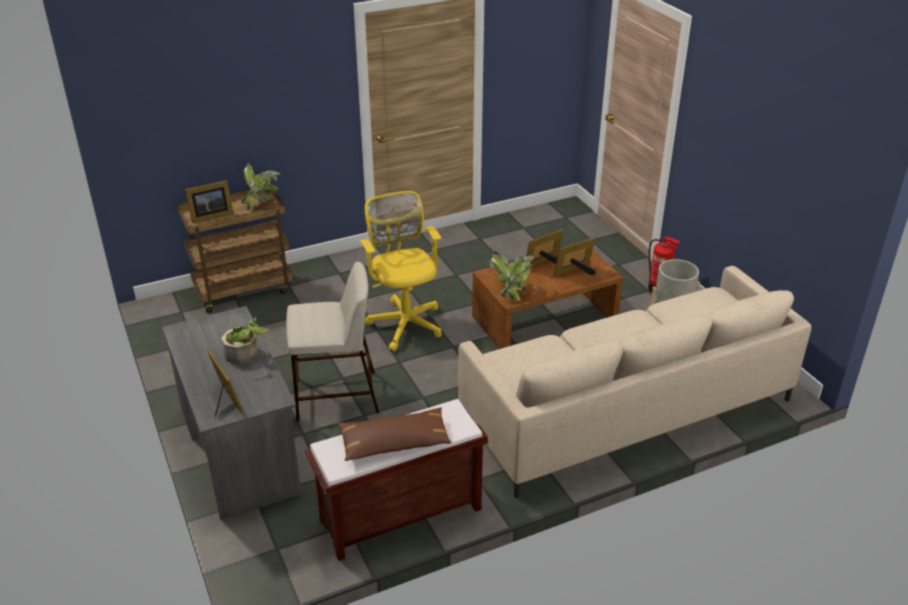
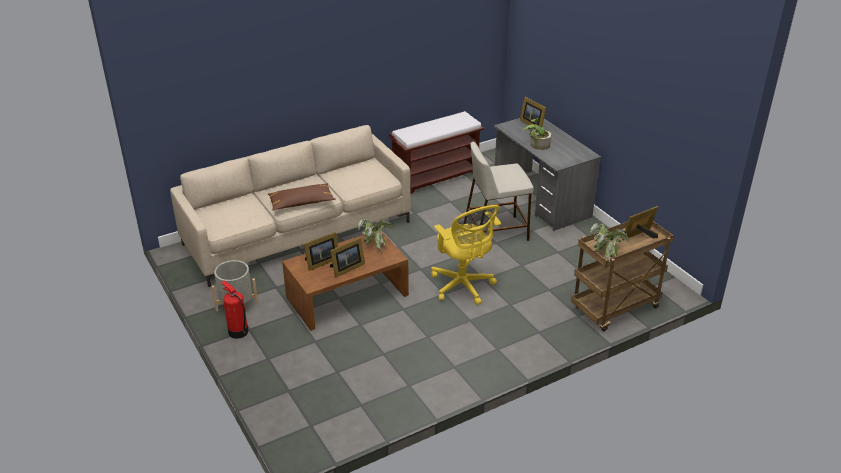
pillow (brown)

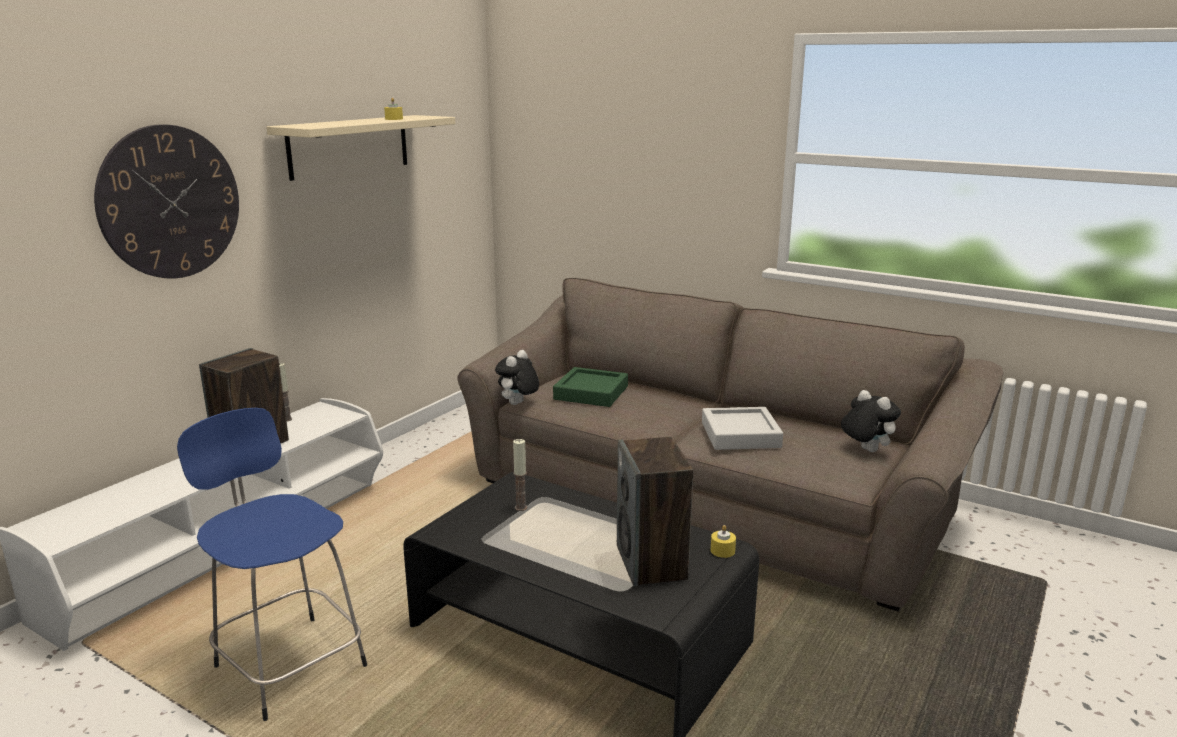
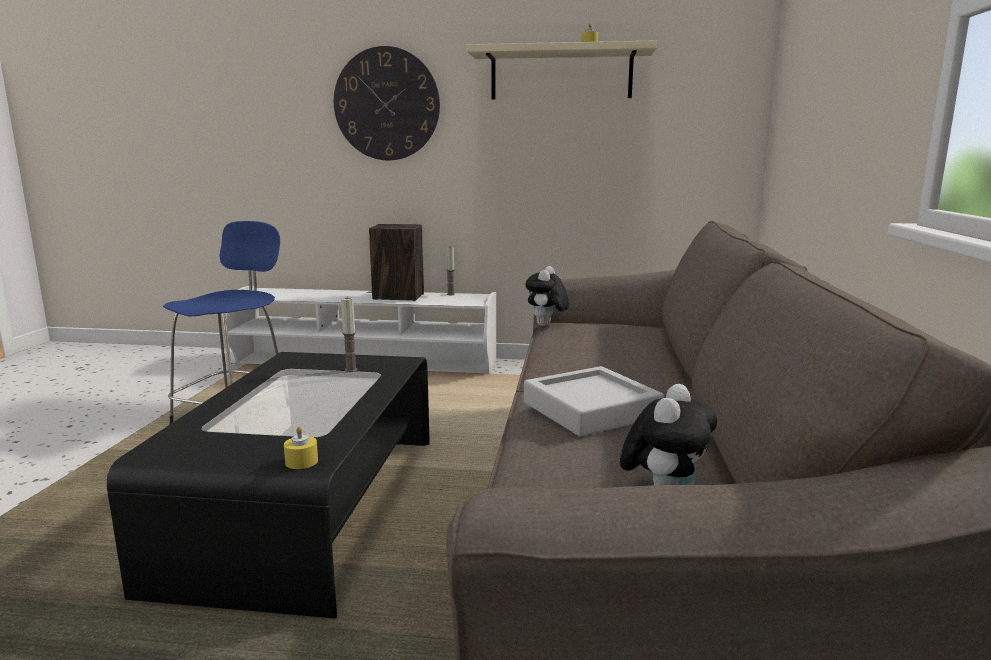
tray (green); speaker (2nd from left in the first image); plush toy (1st from left)

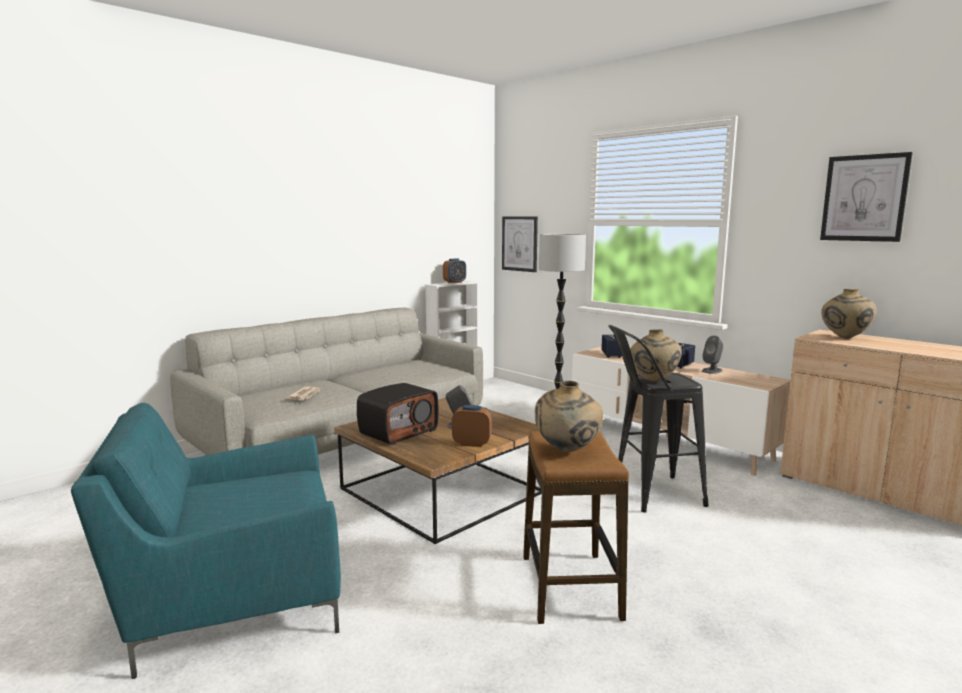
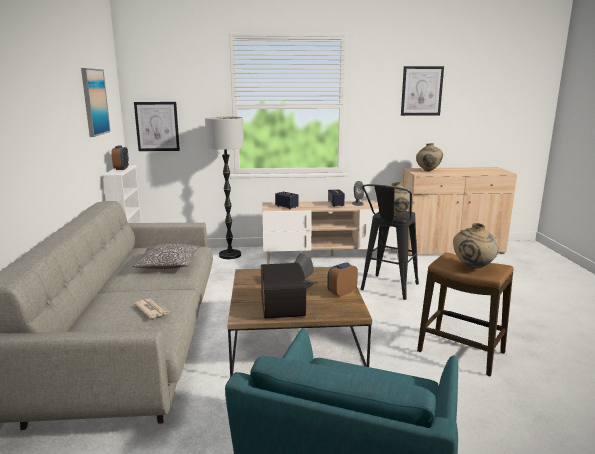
picture (1st from left); pillow

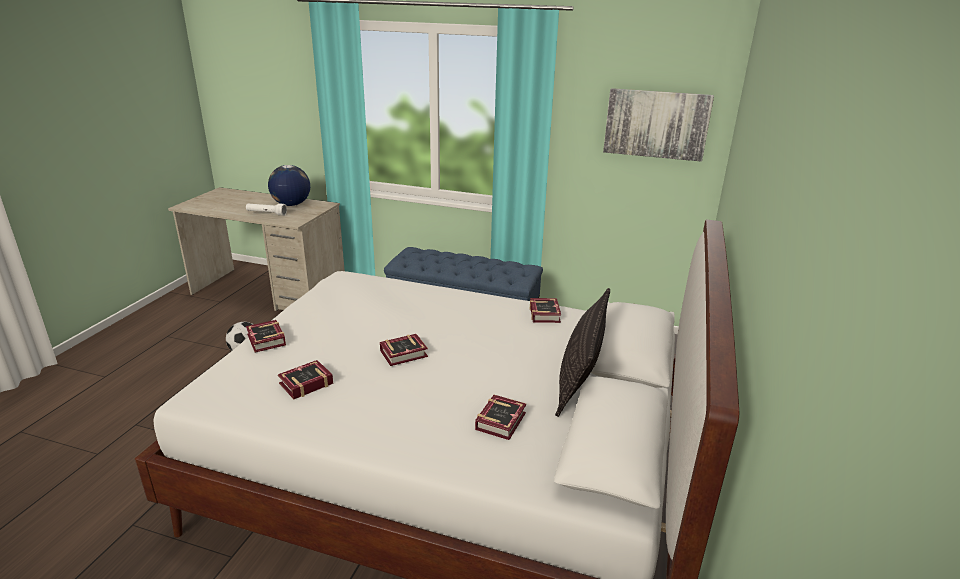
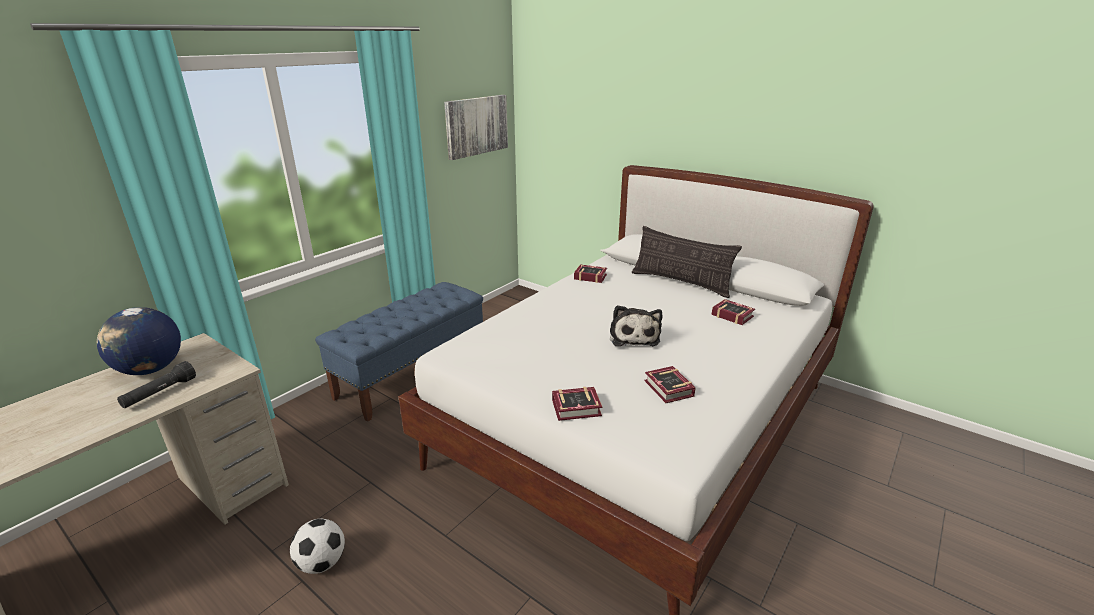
plush toy; flashlight (black)

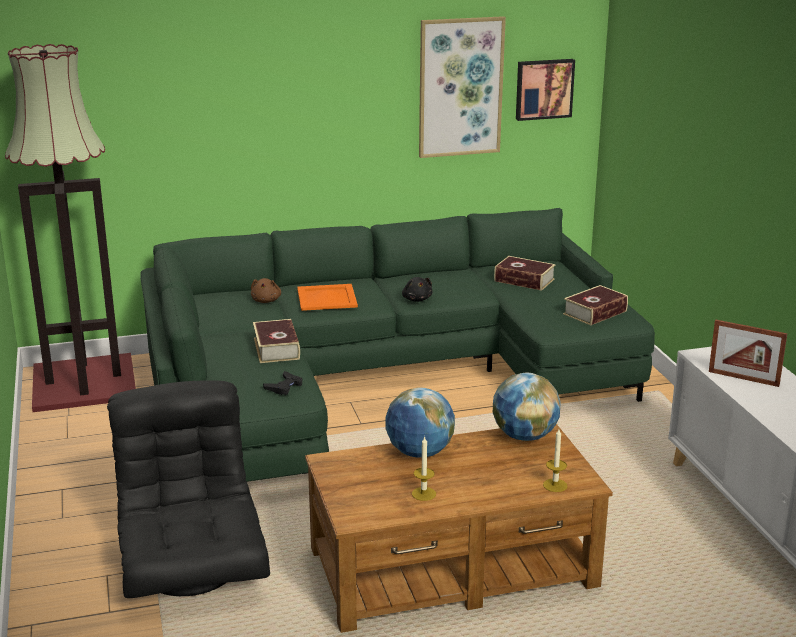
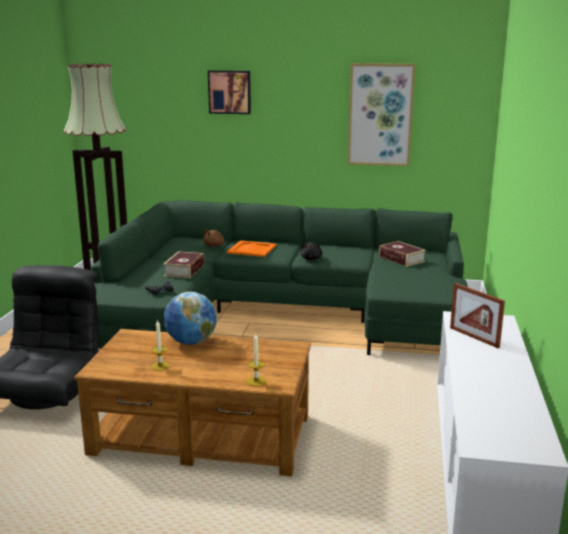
globe (2nd from left in the first image); book (3rd from left in the first image); picture (1st from left)

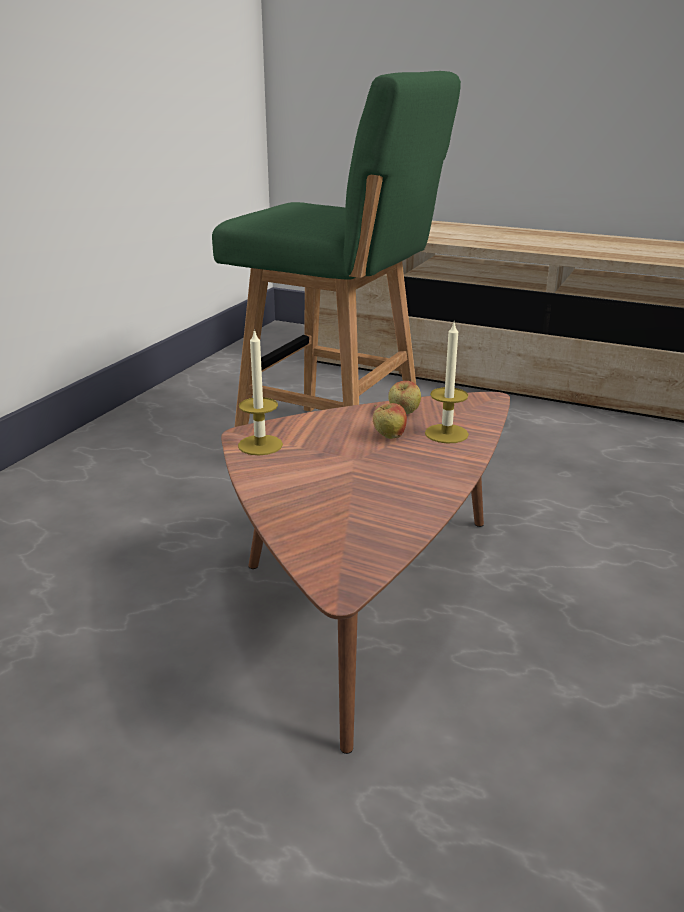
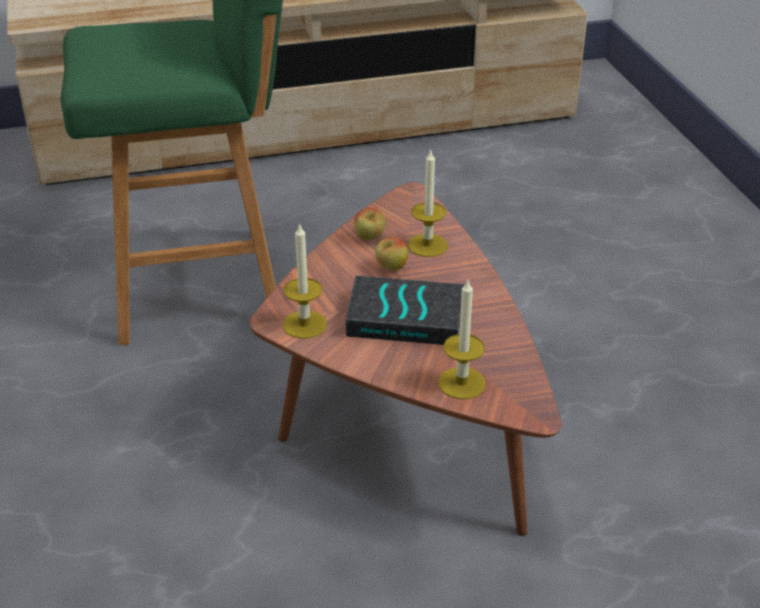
book; candle (3rd from left)

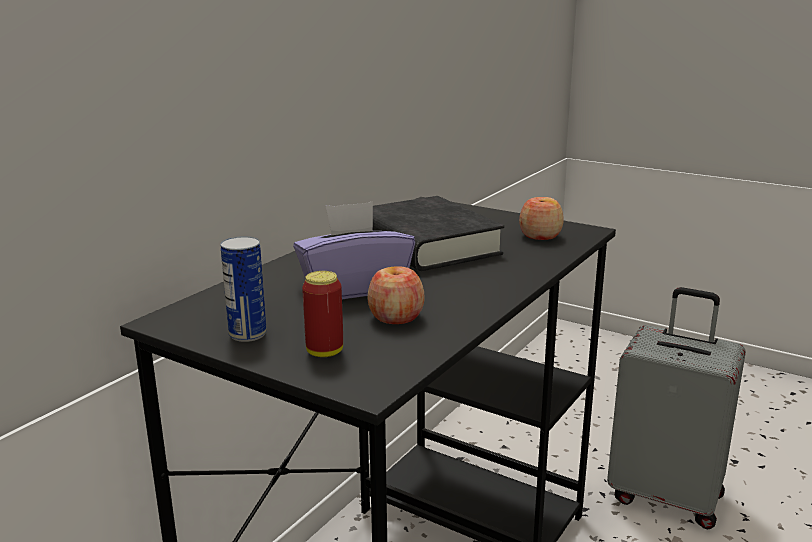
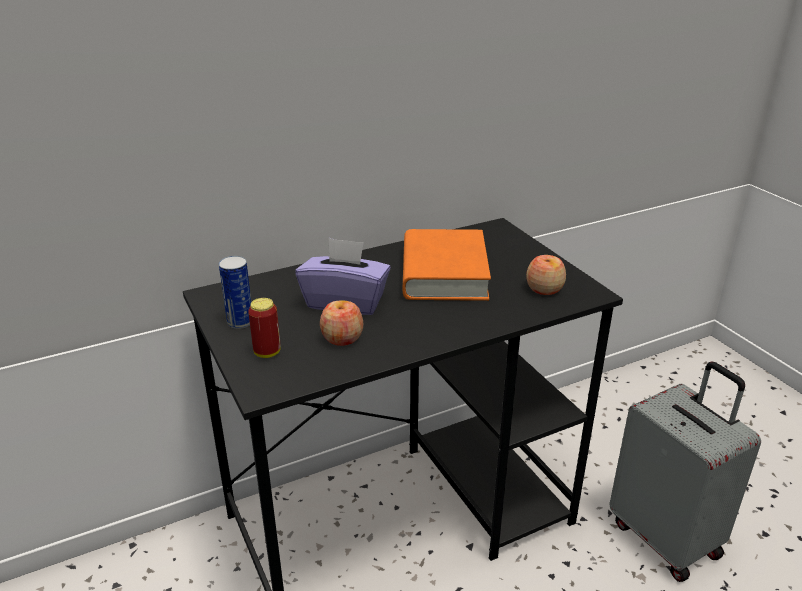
book (orange)

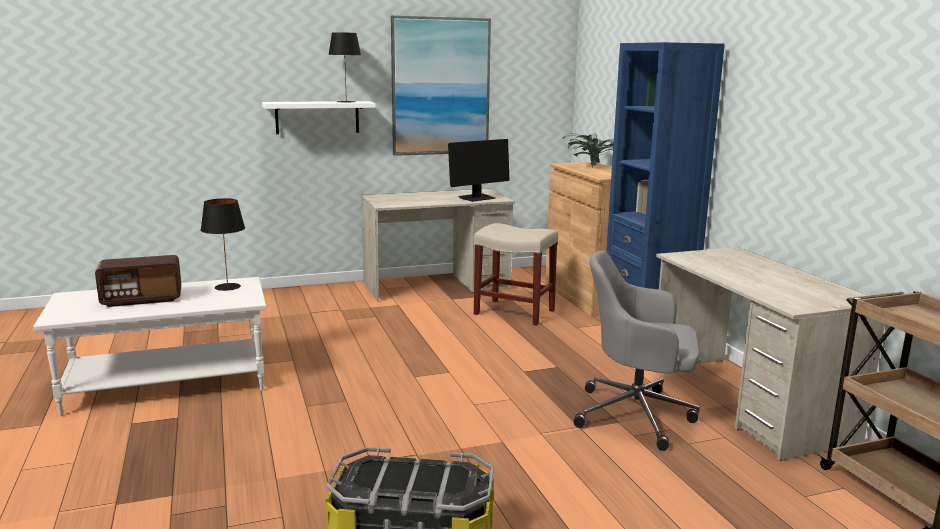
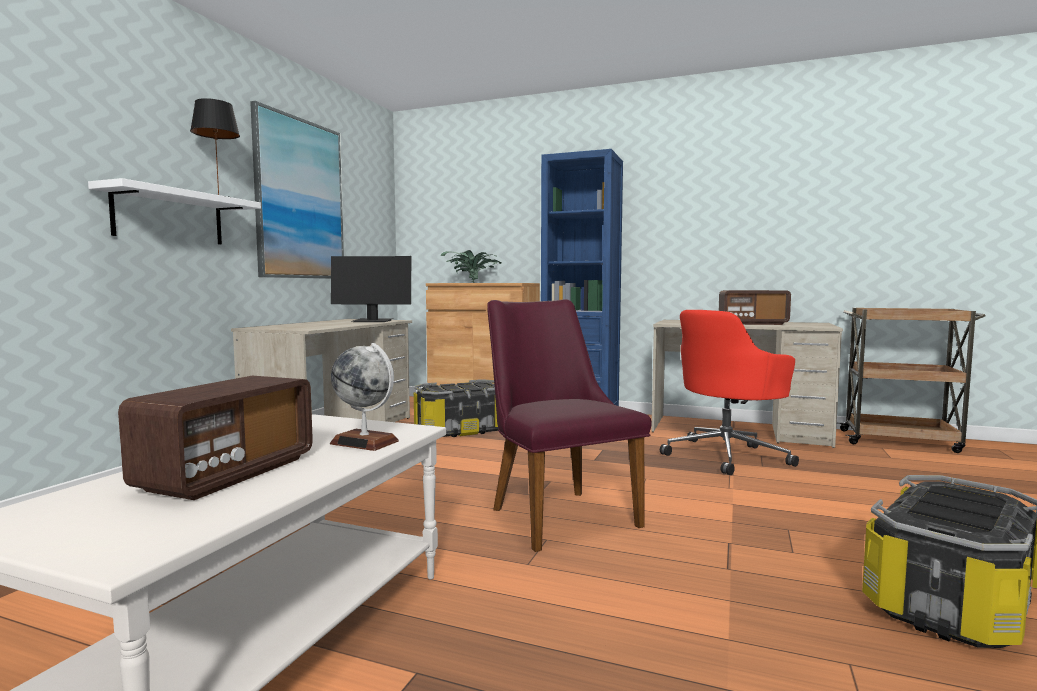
table lamp (black) (1st from left in the first image); globe; chair (purple); radio (2nd from left); storage box (1st from left); office chair (red); monitor

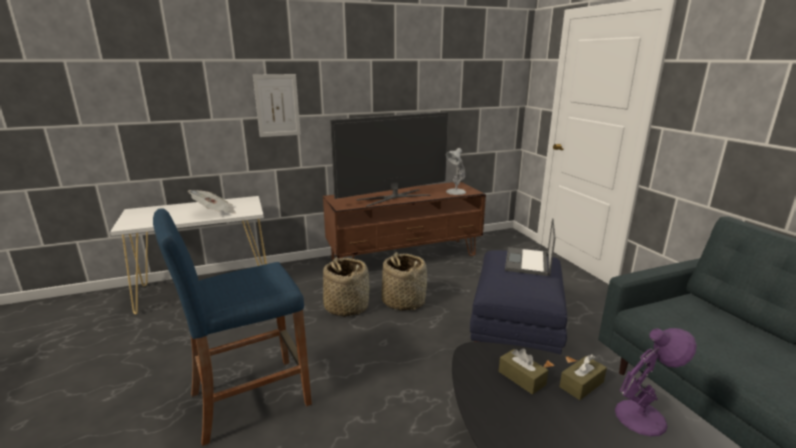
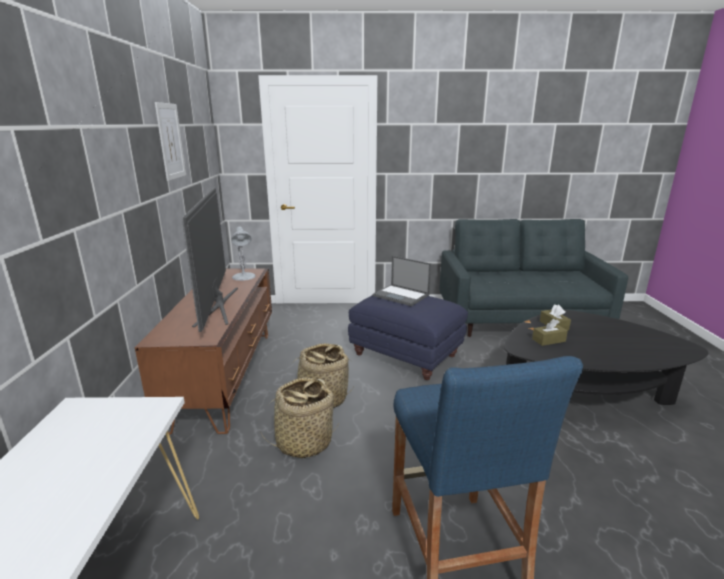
newspaper; table lamp (purple); picture

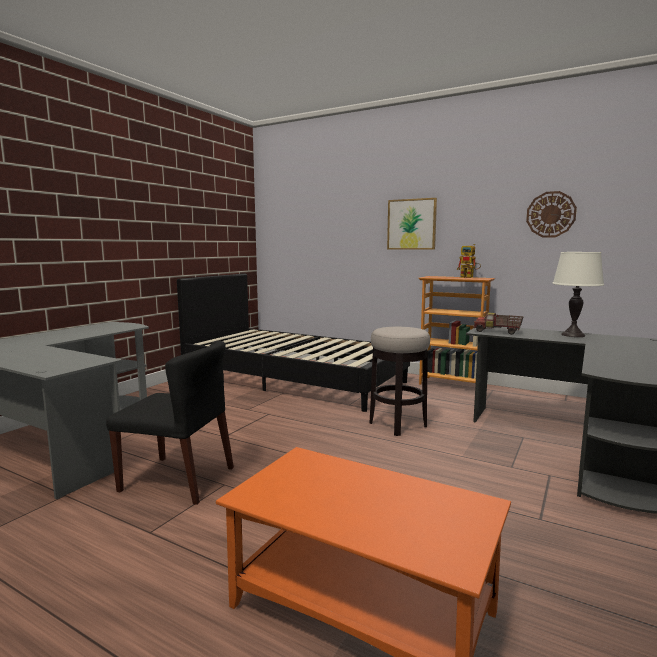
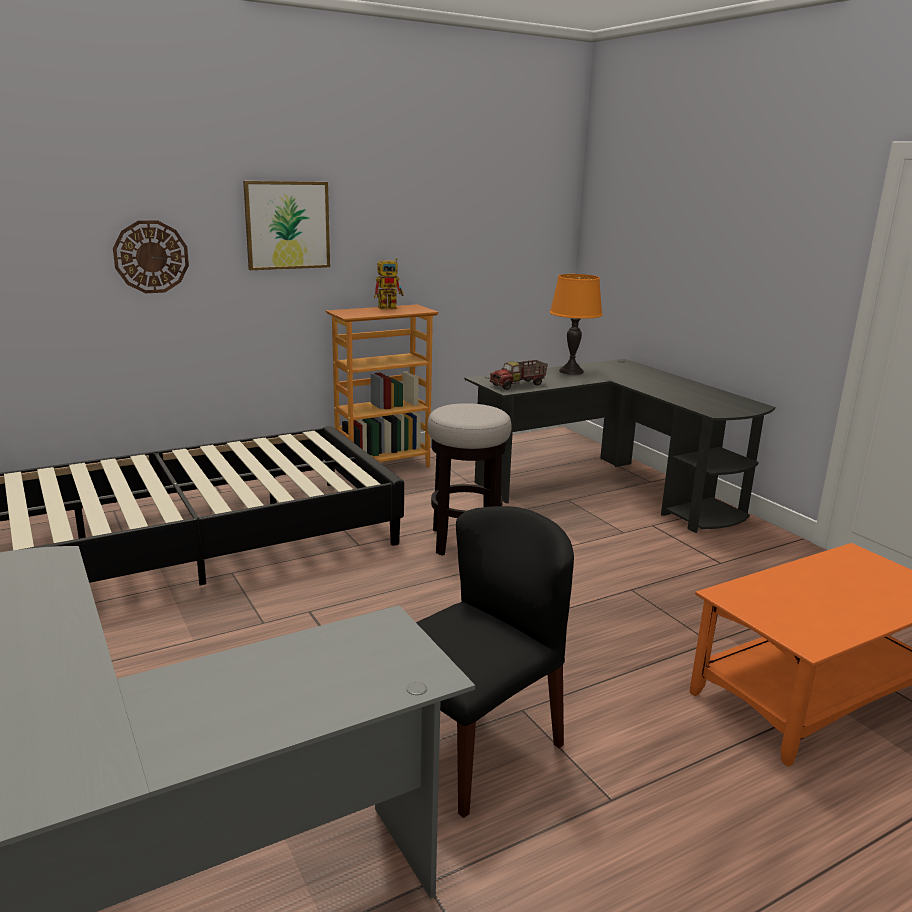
wall clock; table lamp (orange)

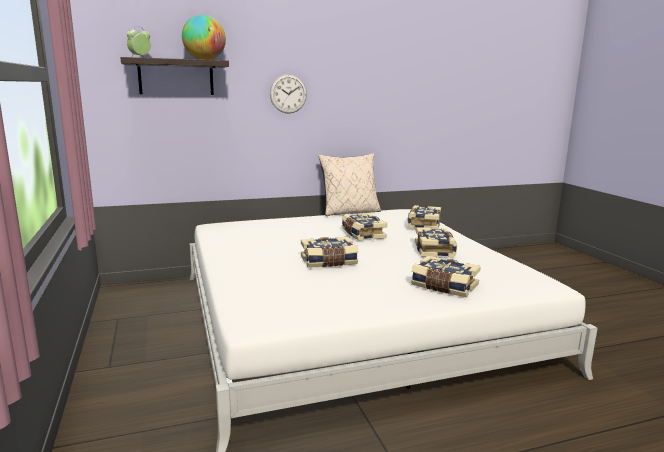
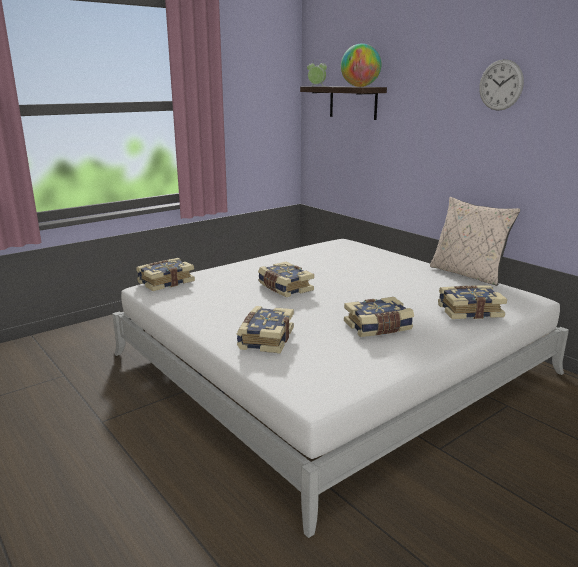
wall clock; book (1st from left)

